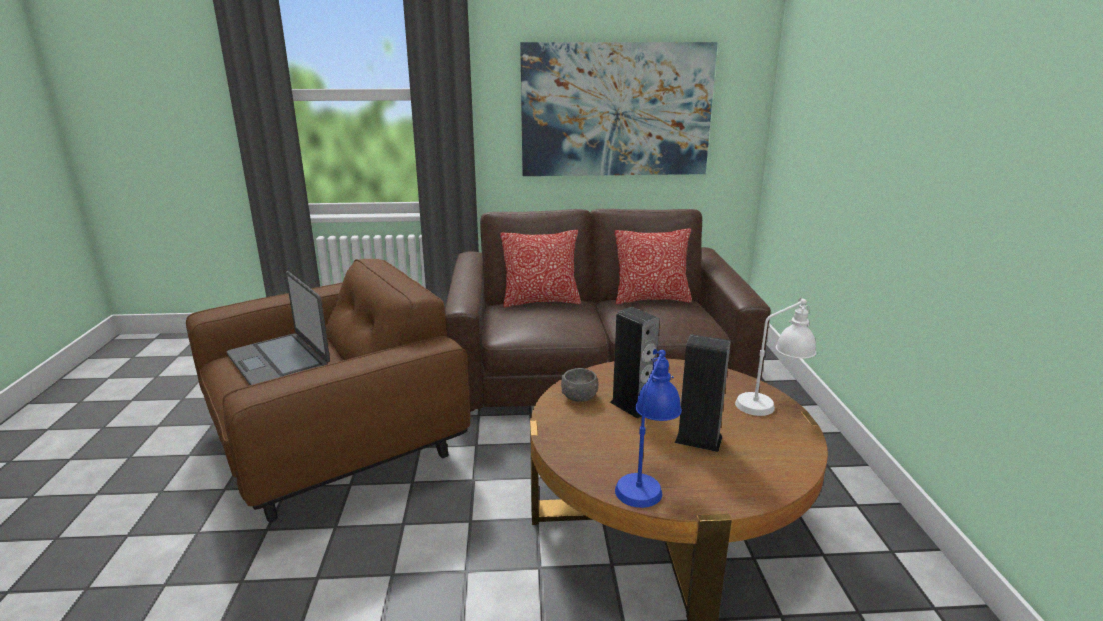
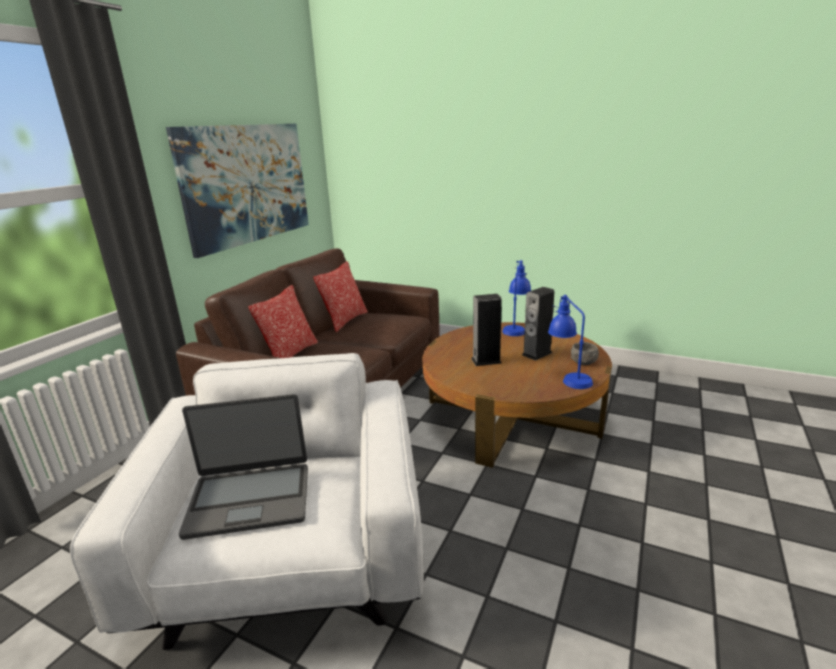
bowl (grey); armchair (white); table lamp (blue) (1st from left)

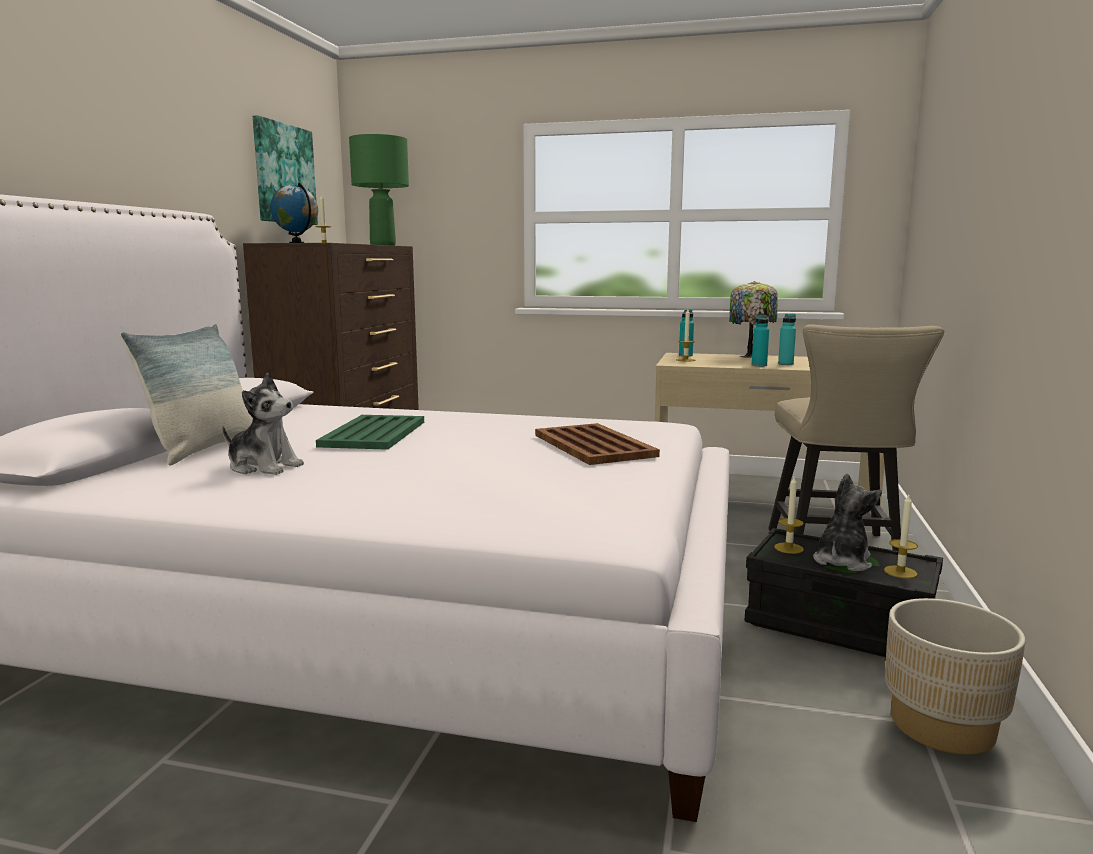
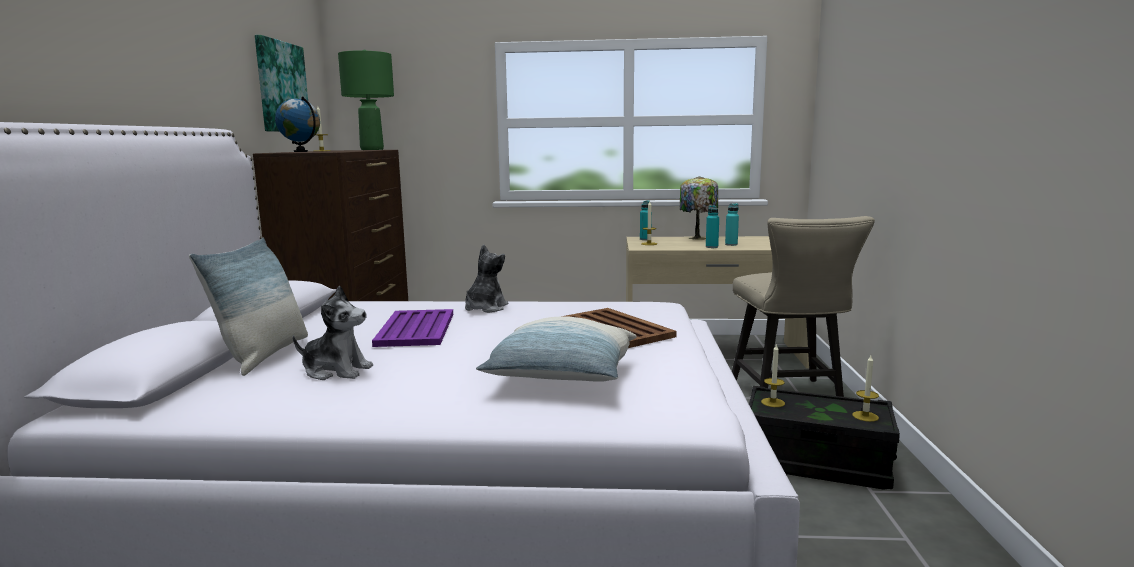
planter (beige); pillow (2nd from left); plush toy (2nd from left); tray (purple)

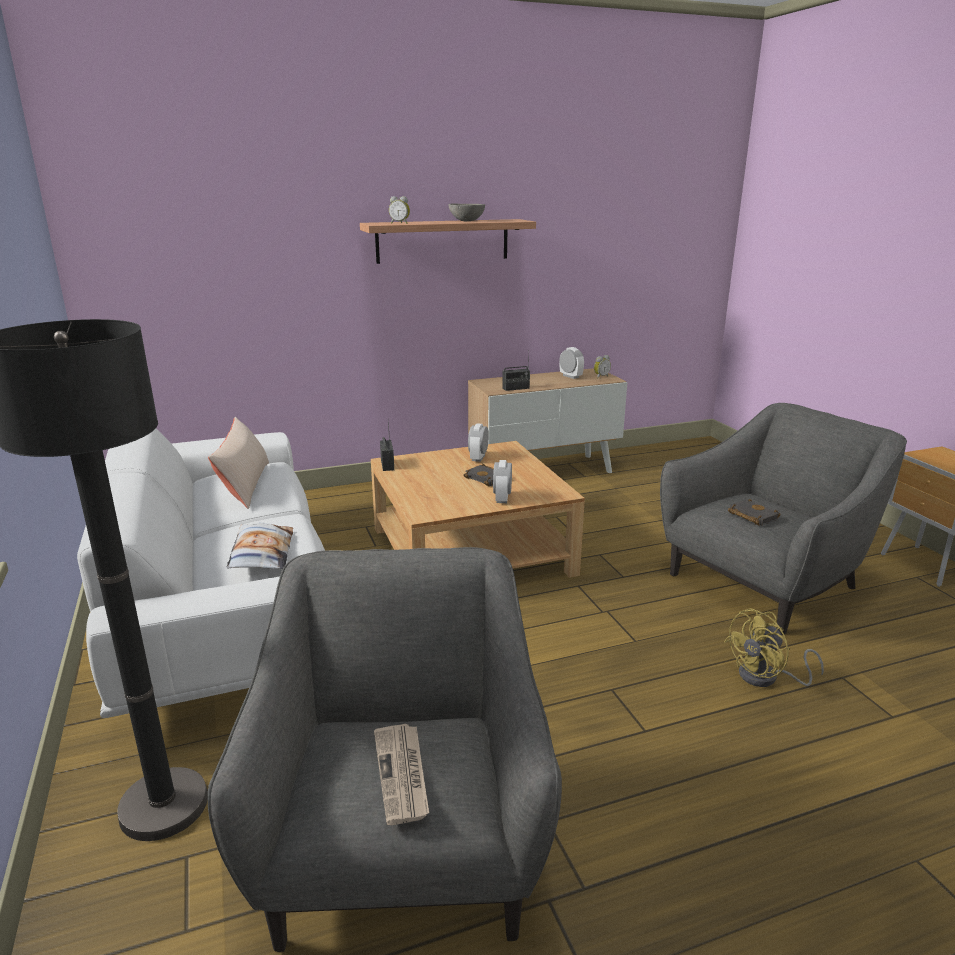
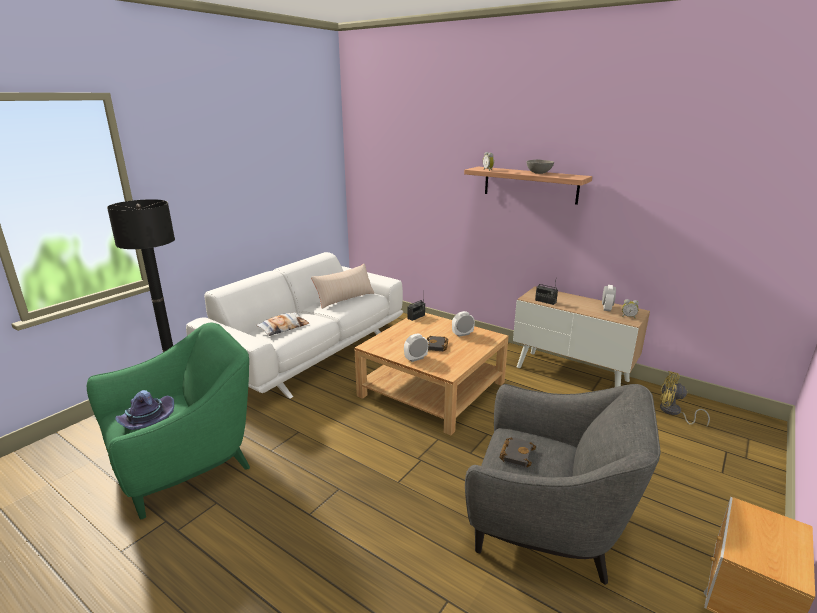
fan (yellow); hat (purple); armchair (green)

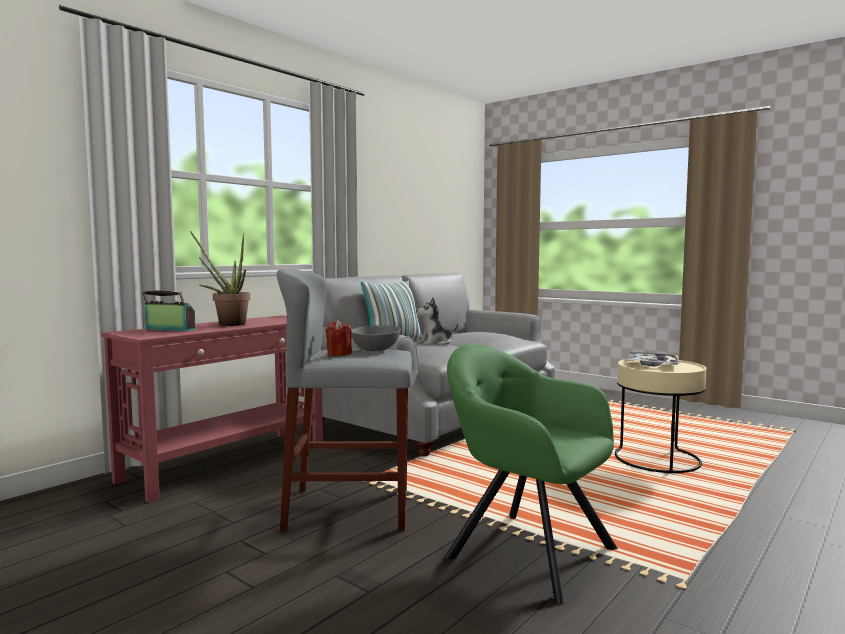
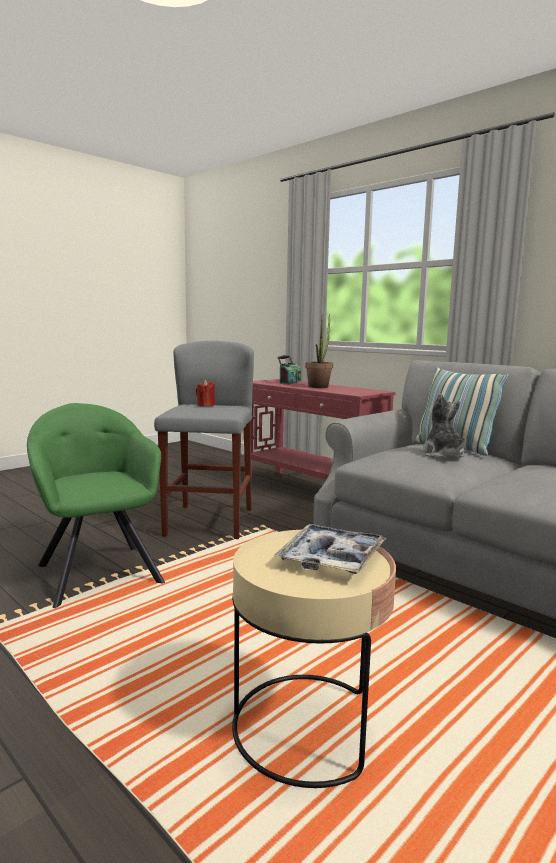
bowl (grey); armchair (green)

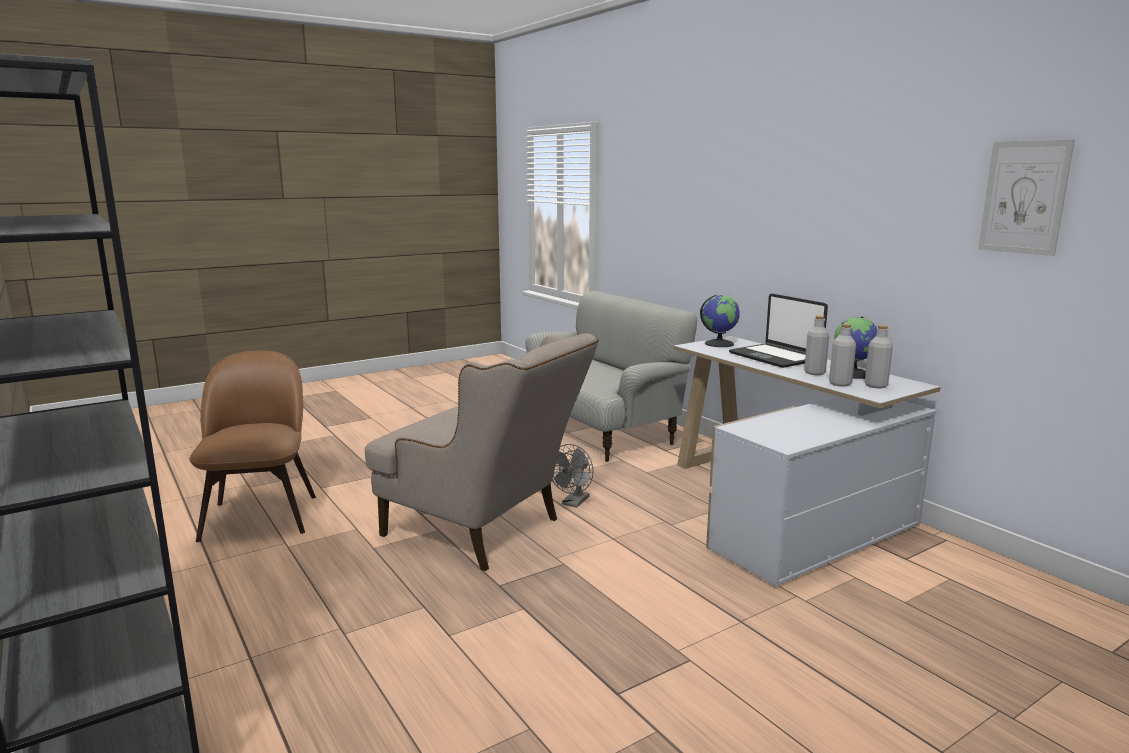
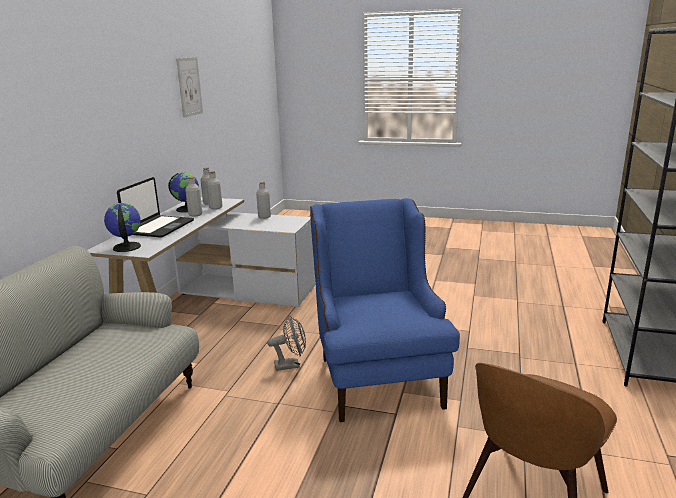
bottle (grey) (4th from left); armchair (blue)

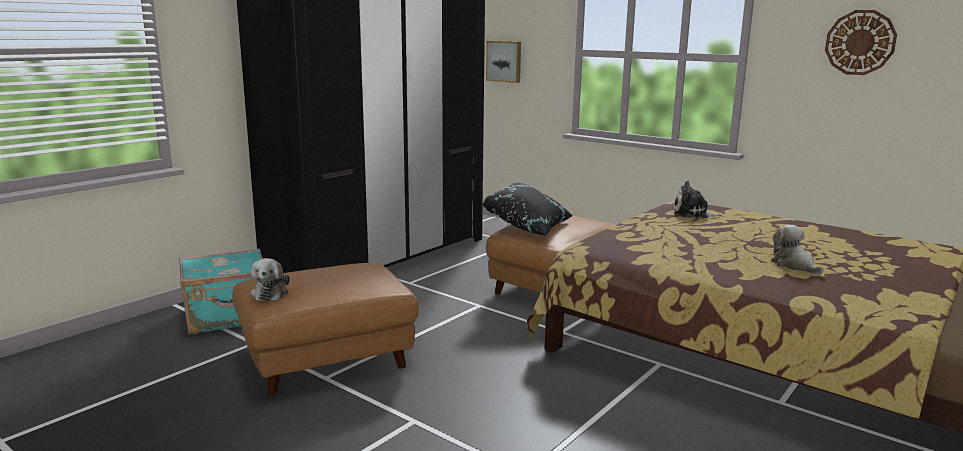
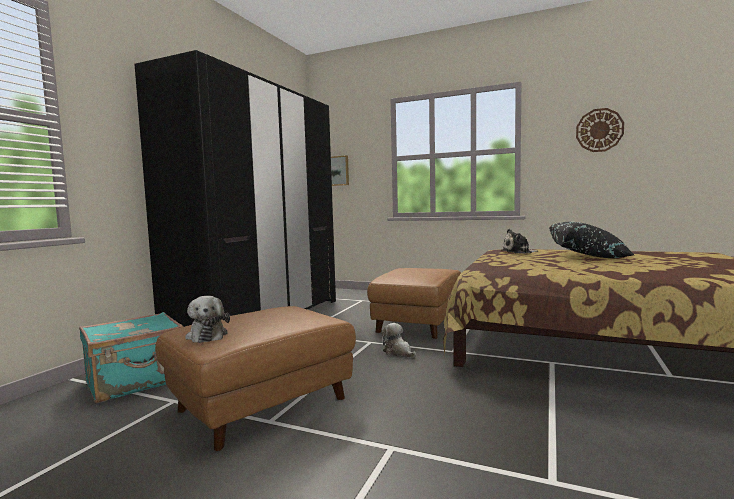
pillow (black); plush toy (2nd from left)

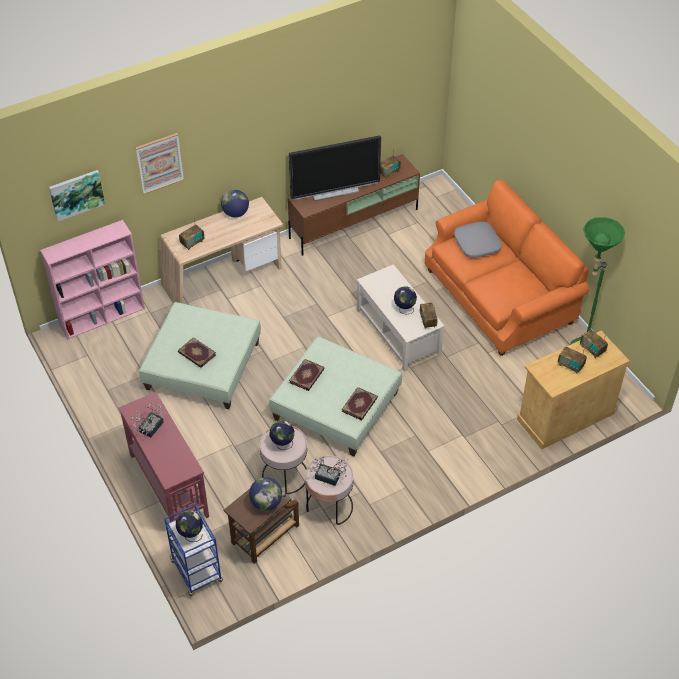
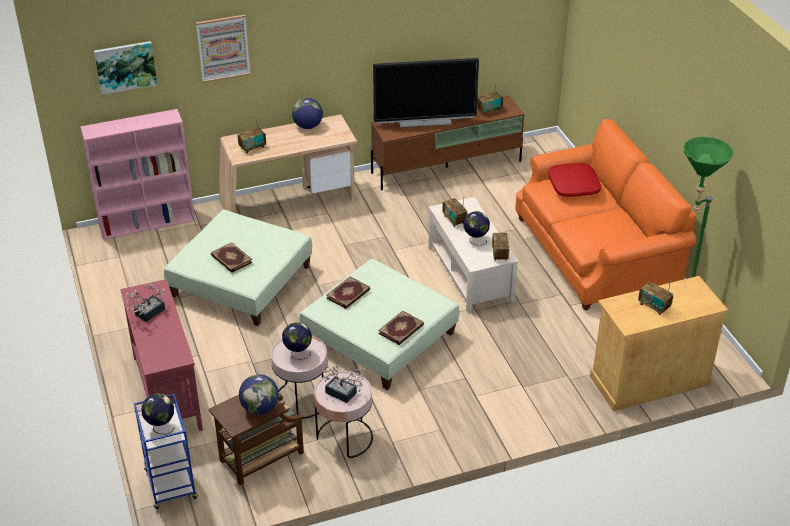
radio (2nd from left); pillow (red)

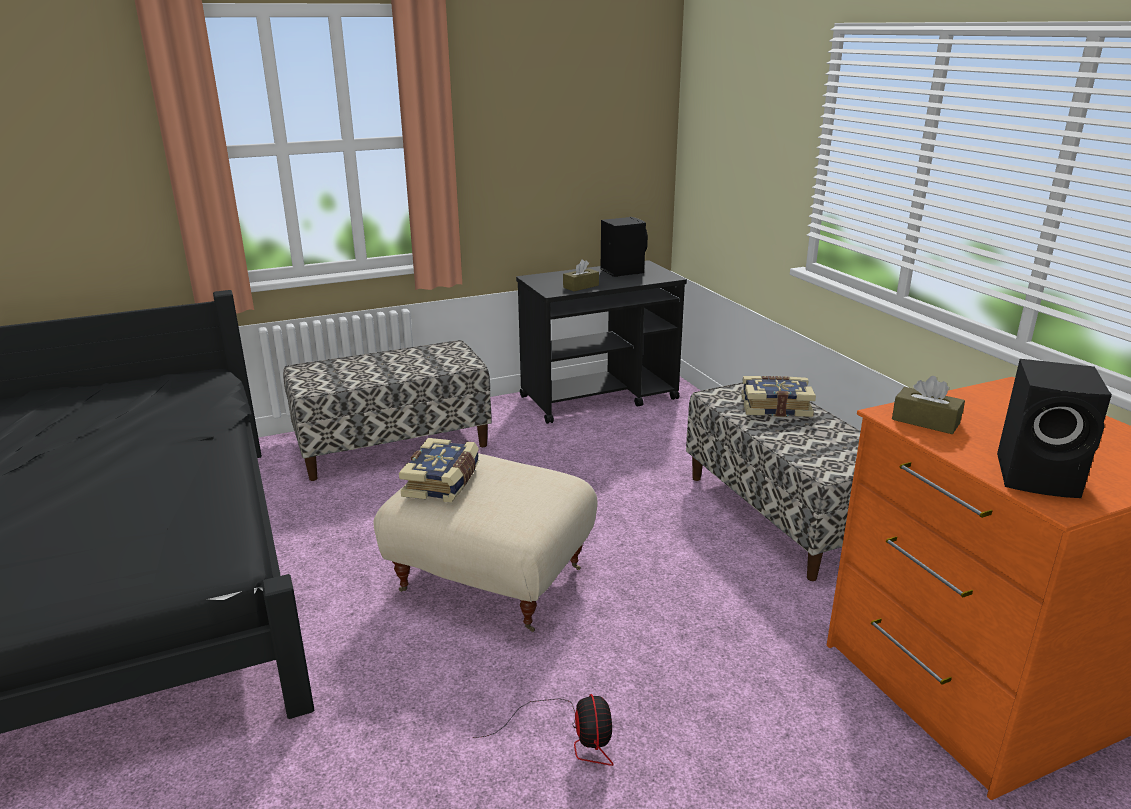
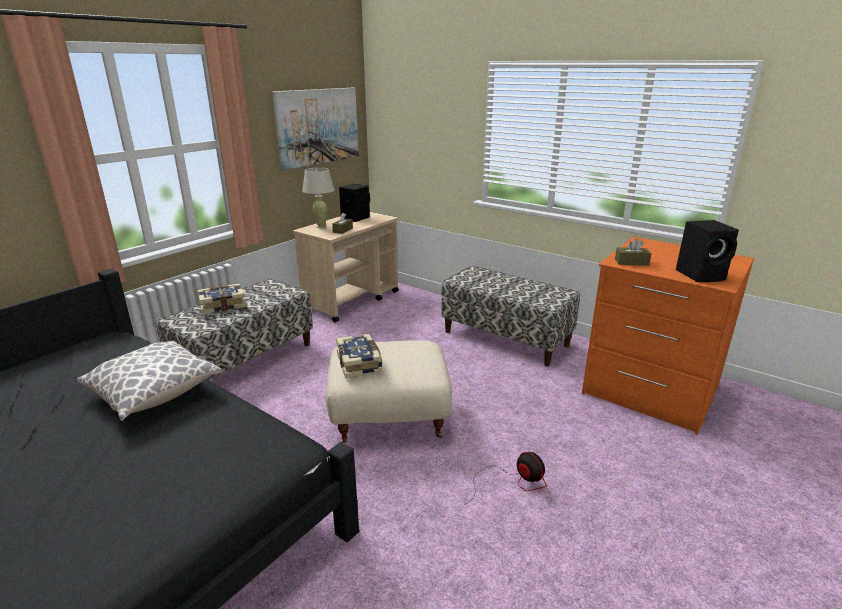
pillow; picture; table lamp (beige); book (1st from left); cart (beige)

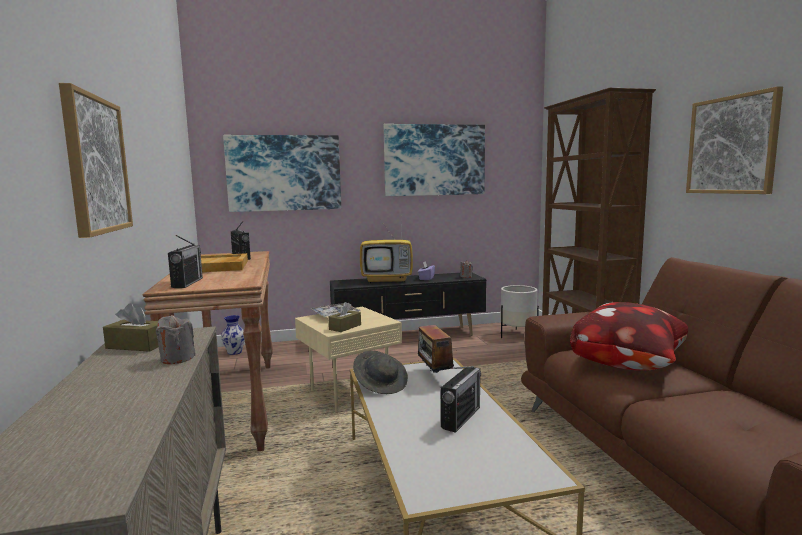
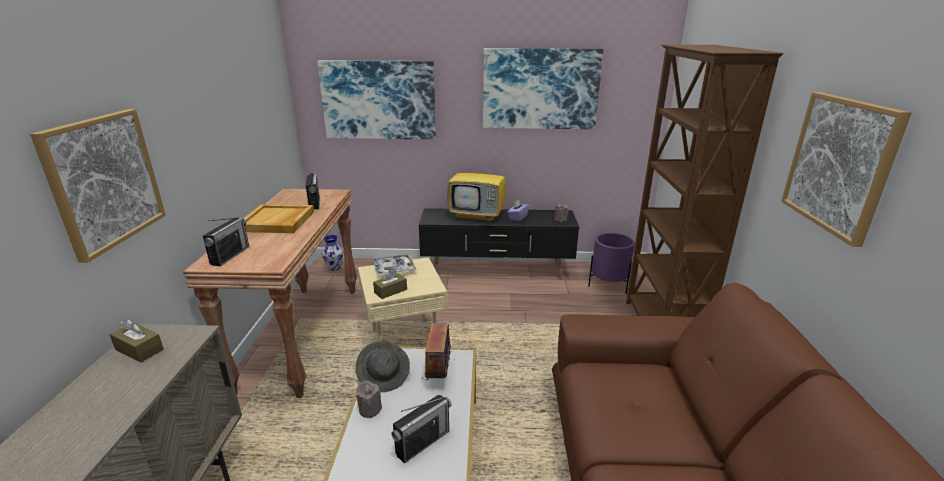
pillow; candle (grey) (1st from left); planter (purple)

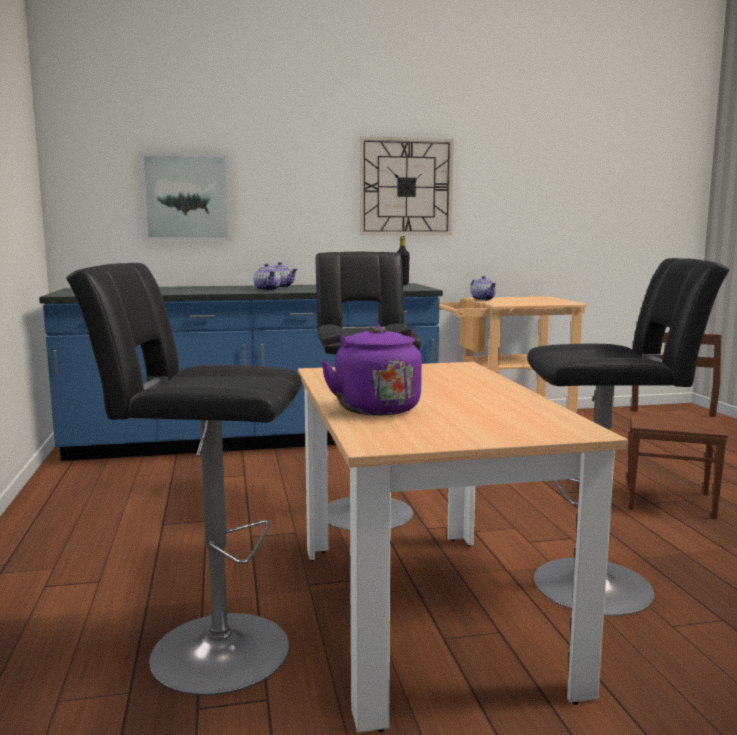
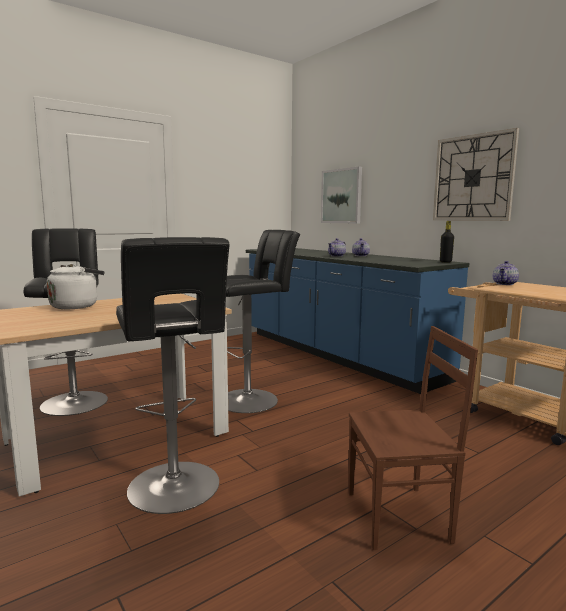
kettle (white)

